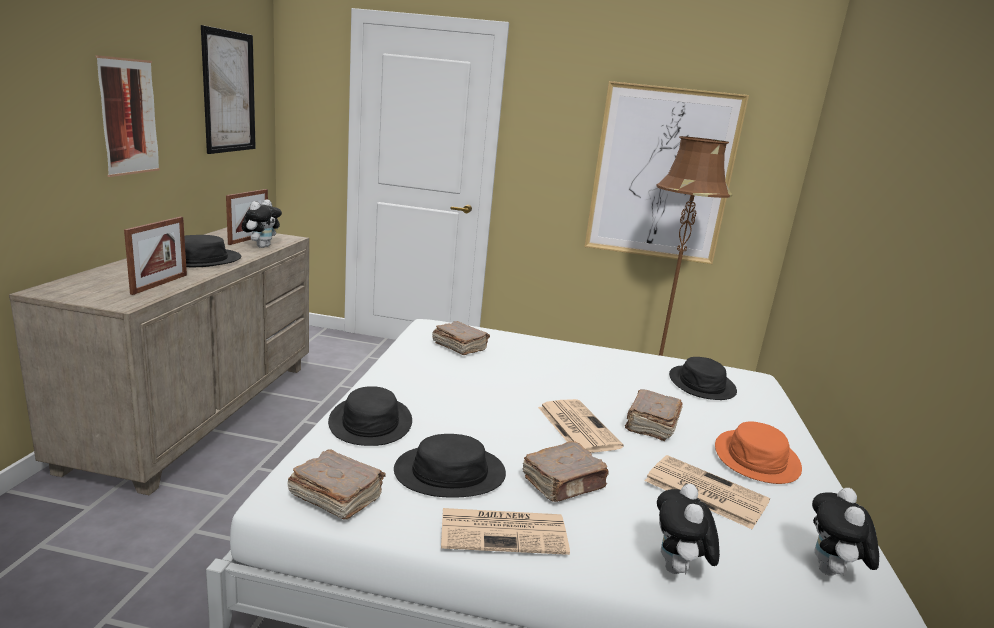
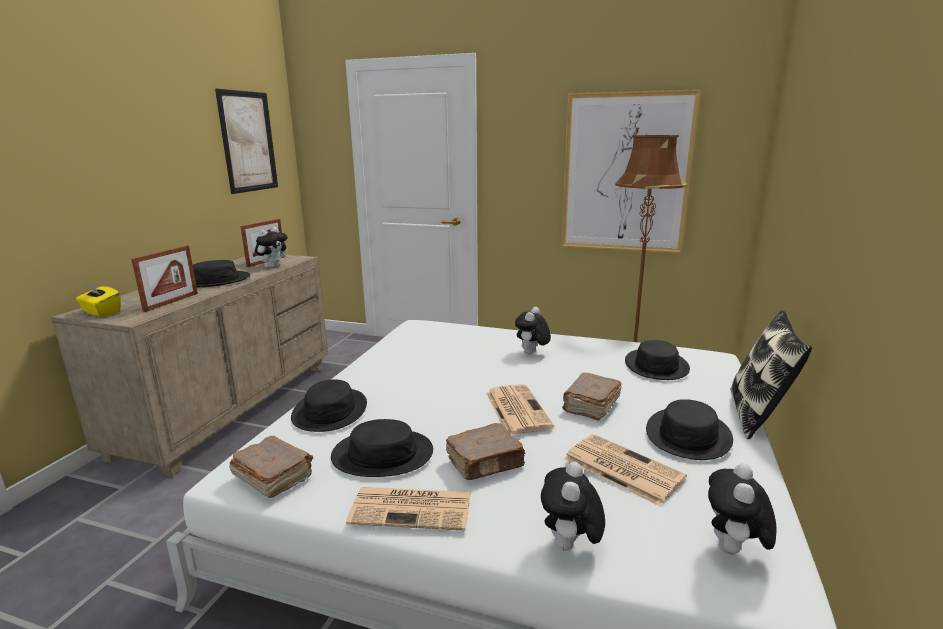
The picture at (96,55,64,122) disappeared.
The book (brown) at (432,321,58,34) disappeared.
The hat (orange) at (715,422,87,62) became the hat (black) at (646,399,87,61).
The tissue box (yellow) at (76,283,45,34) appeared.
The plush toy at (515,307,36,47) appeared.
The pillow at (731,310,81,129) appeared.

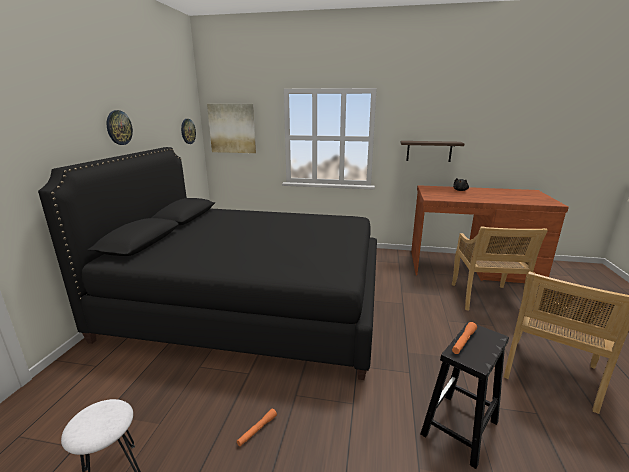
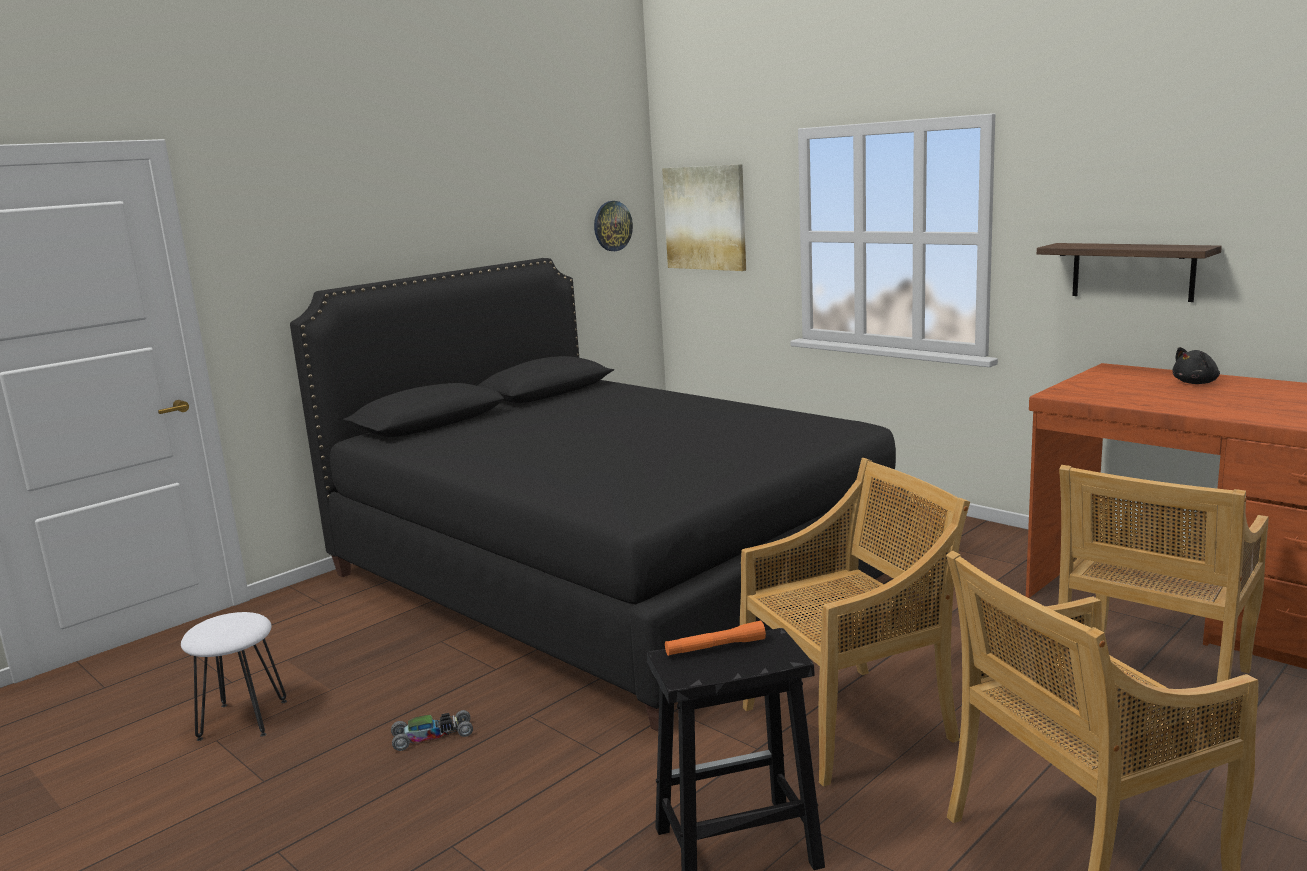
The wall clock at (107,110,26,35) disappeared.
The flashlight (orange) at (237,408,40,39) was replaced by the toy car at (391,710,82,41).
The chair (beige) at (740,458,230,329) appeared.

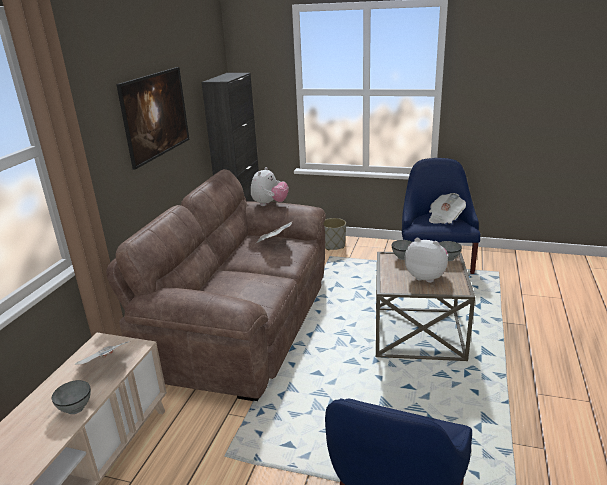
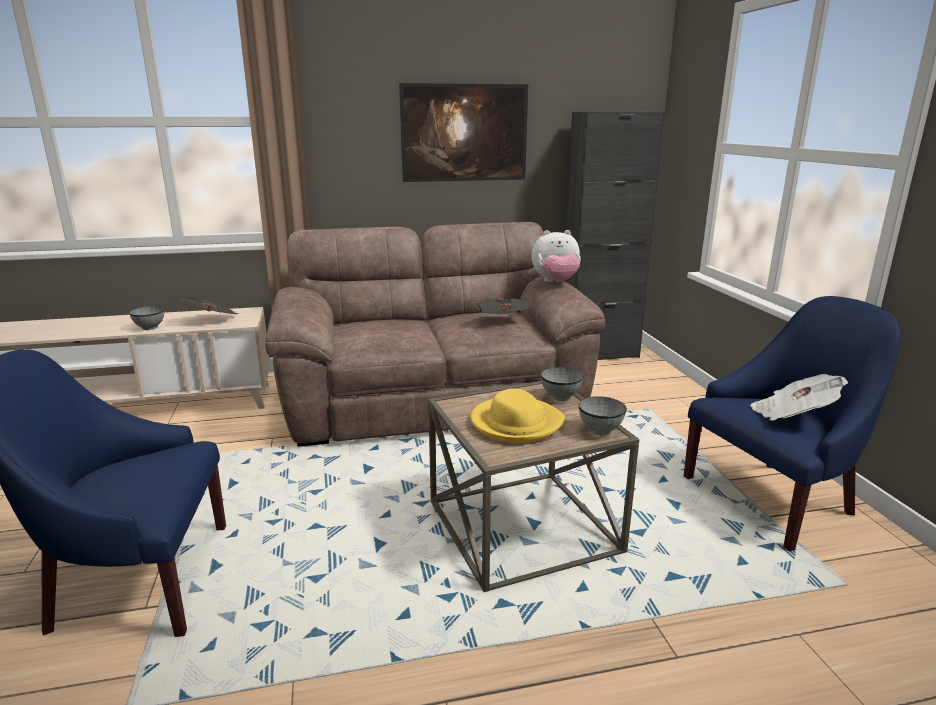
The planter (grey) at (323,218,23,32) disappeared.
The plush toy at (405,238,44,45) was replaced by the hat (yellow) at (470,389,96,54).

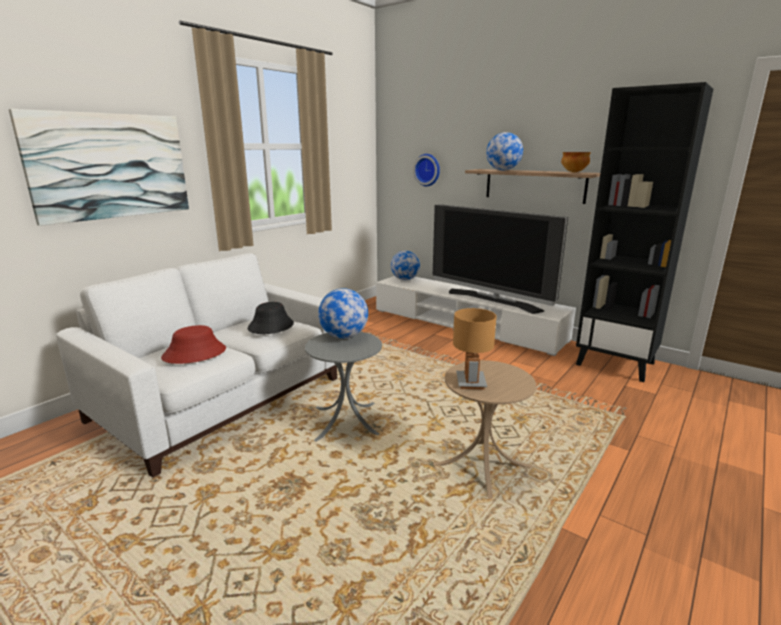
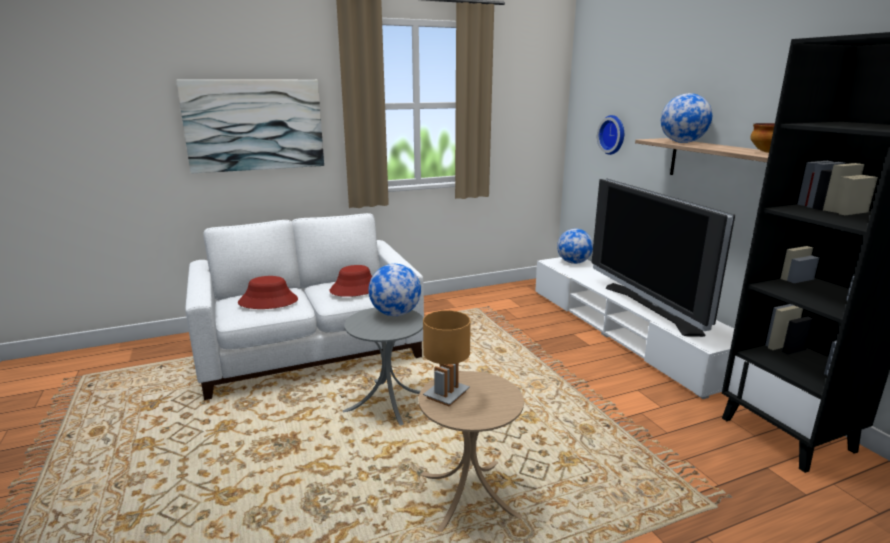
The hat (black) at (248,302,46,32) became the hat (red) at (329,265,43,32).

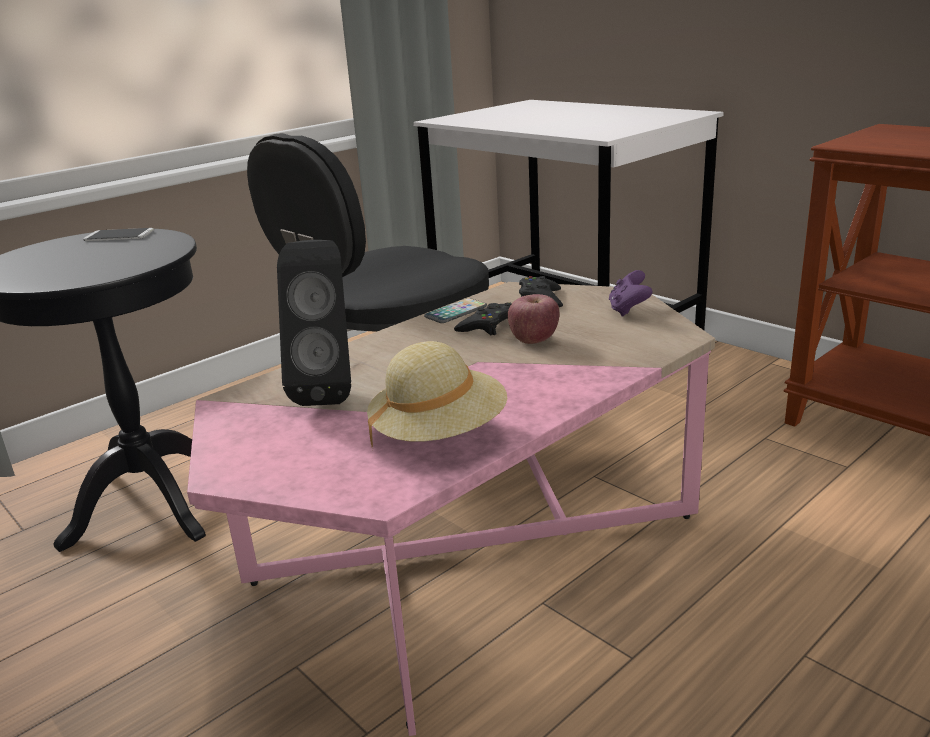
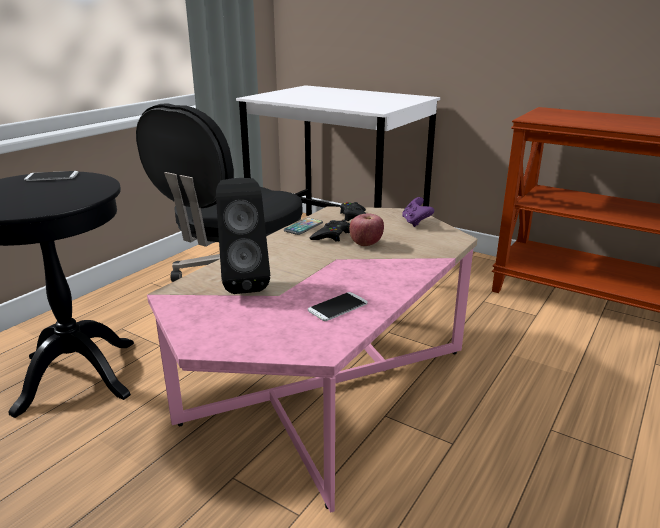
The hat (beige) at (367,341,140,106) was replaced by the phone at (308,292,60,29).

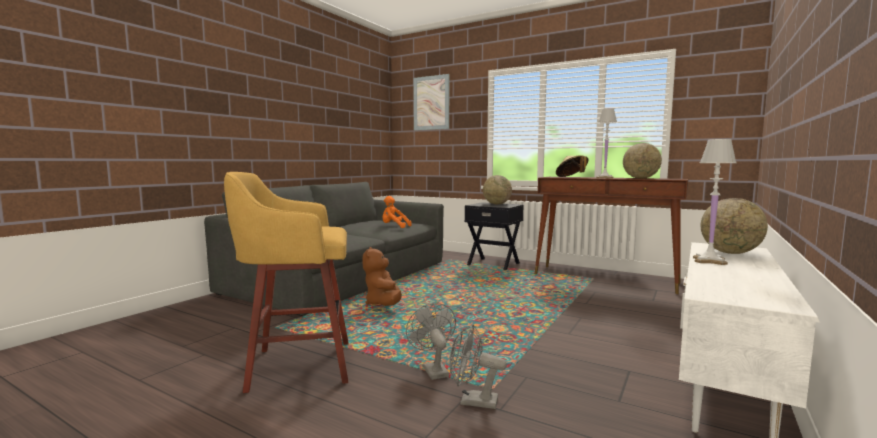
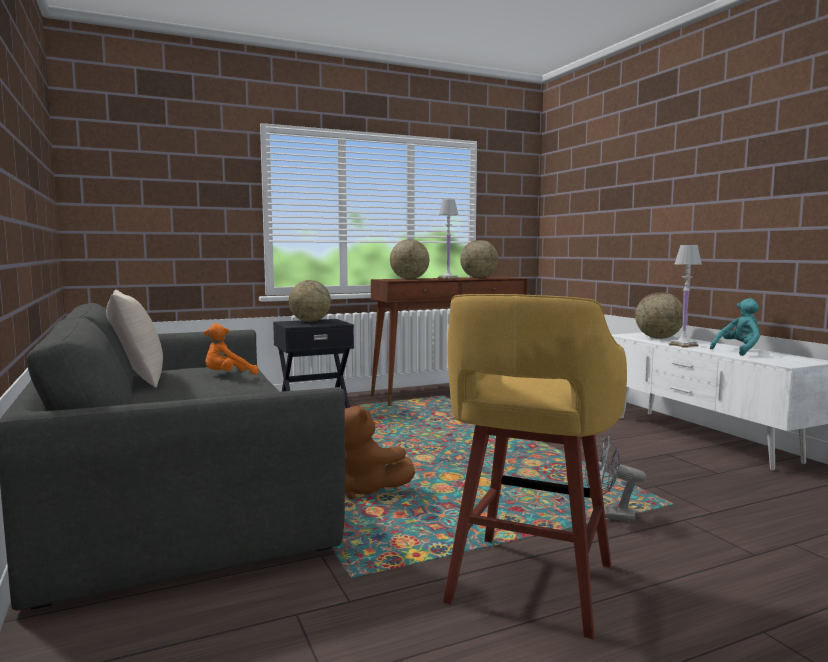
The picture at (413,74,36,56) disappeared.
The hat (beige) at (556,155,33,22) was replaced by the globe at (390,239,40,40).
The fan (grey) at (449,324,58,85) disappeared.
The pillow (beige) at (106,290,57,98) appeared.
The plush toy (turquoise) at (710,298,50,58) appeared.

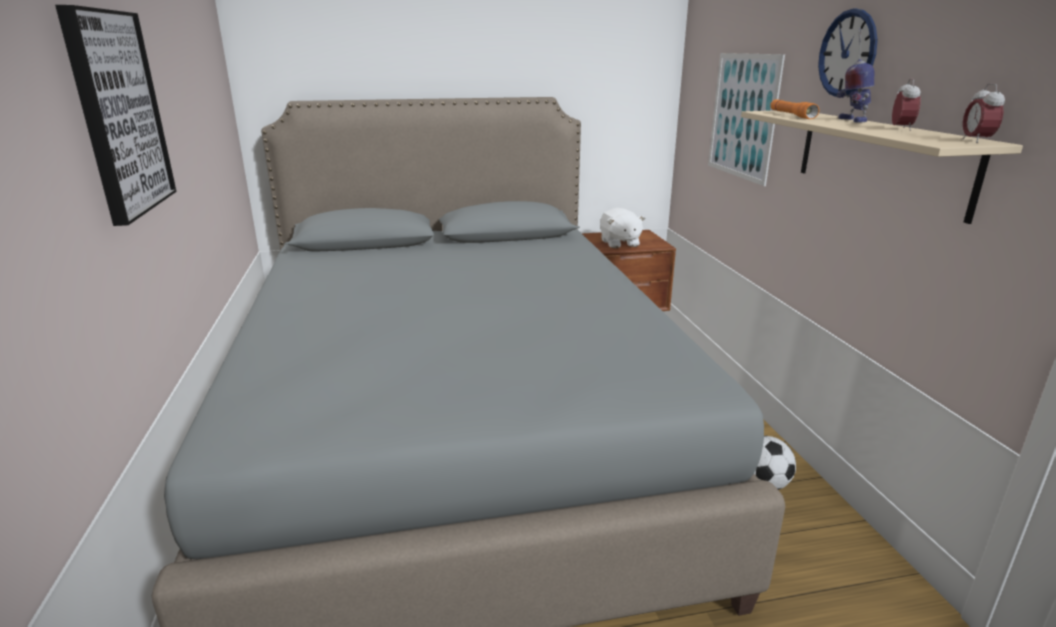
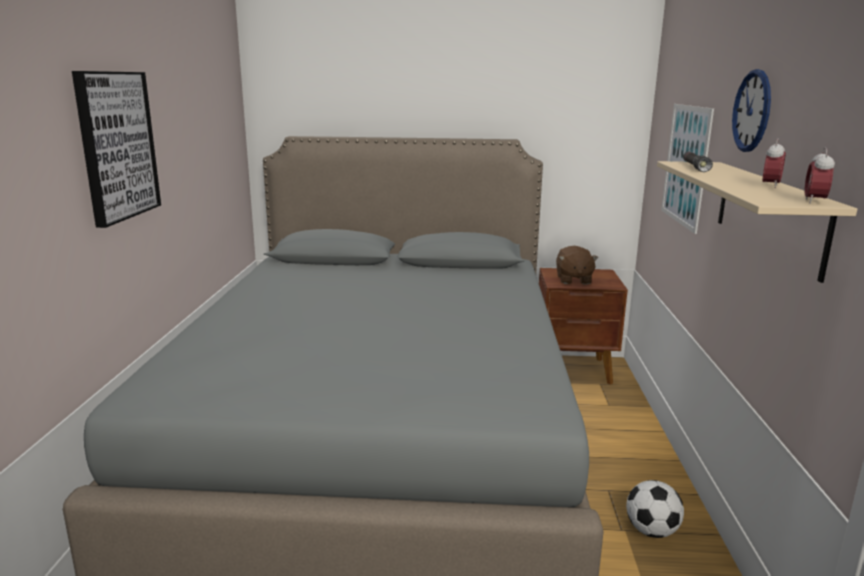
The toy robot at (837,28,37,95) disappeared.
The flashlight (orange) at (770,99,49,20) became the flashlight (black) at (683,152,30,20).
The plush toy (white) at (600,208,46,40) became the plush toy (brown) at (556,246,42,39).

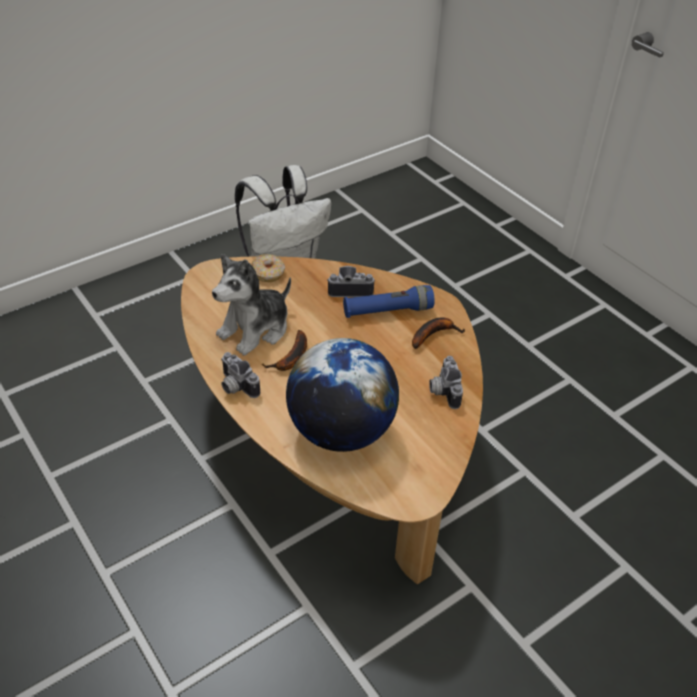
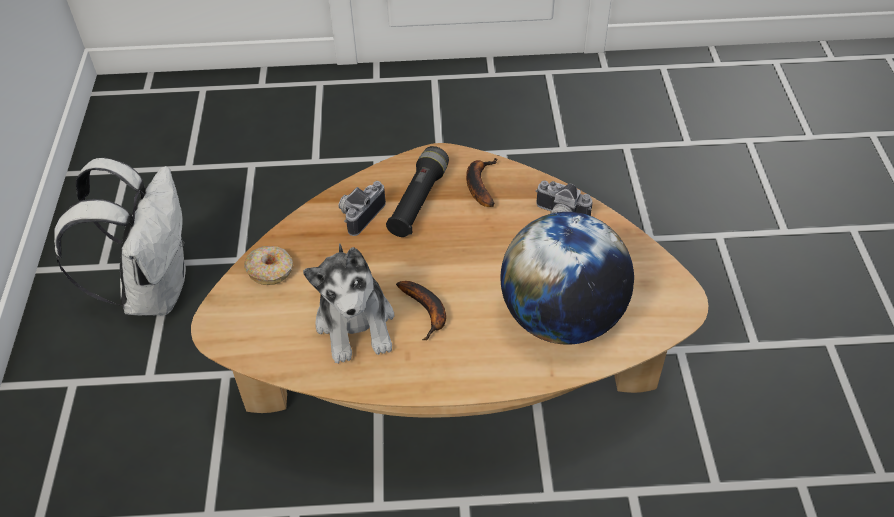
The flashlight (blue) at (343,285,91,33) became the flashlight (black) at (386,146,63,91).
The photo camera at (221,352,39,46) disappeared.

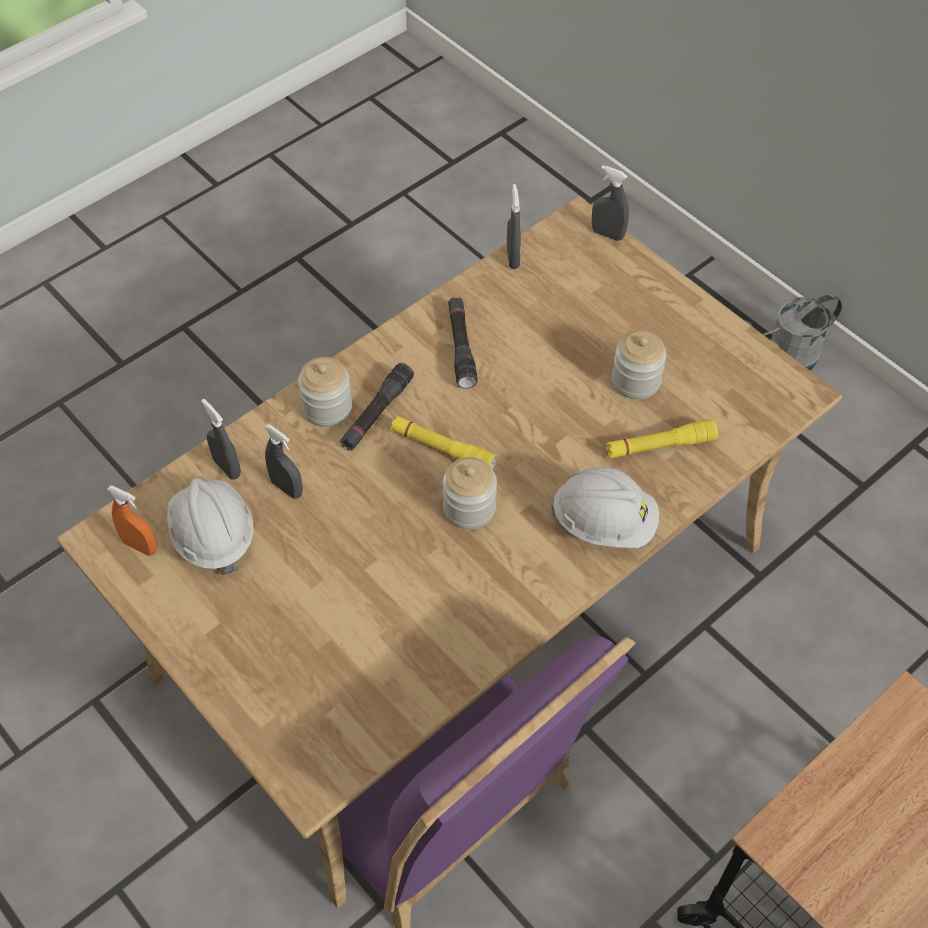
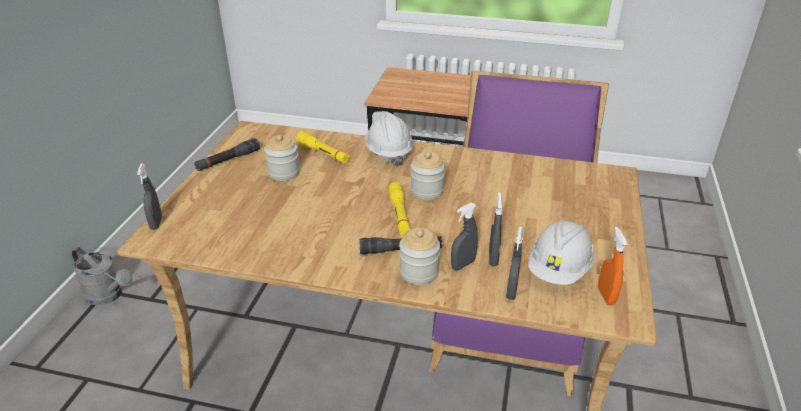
The spray bottle (grey) moved from (507,184,14,85) to (451,203,27,67).
The flashlight (black) moved from (448,297,30,92) to (194,138,66,33).

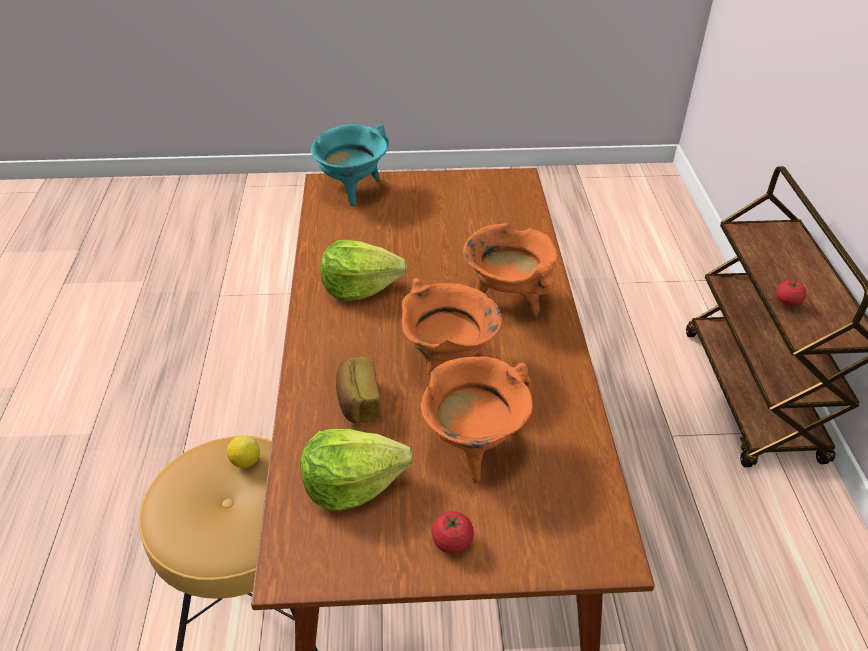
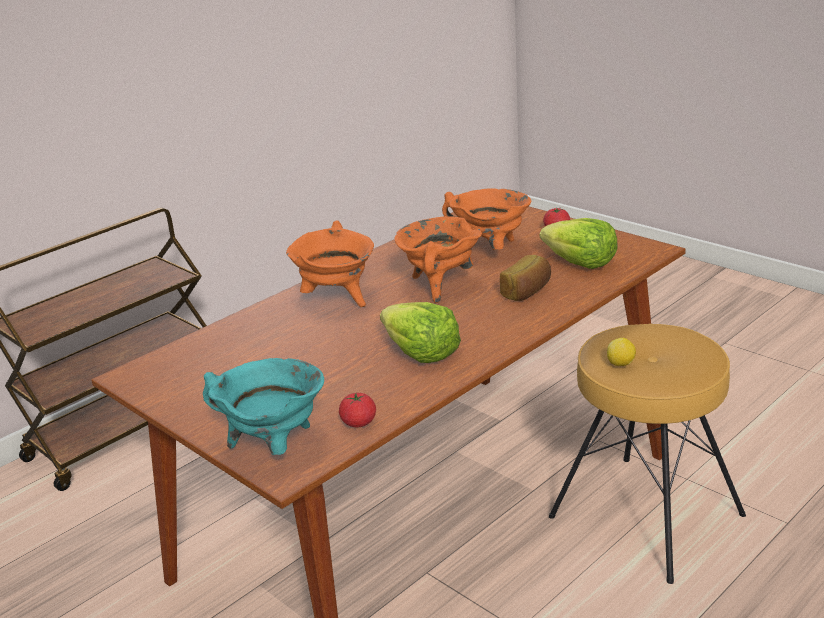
The tomato moved from (776,279,30,27) to (339,393,37,35).

